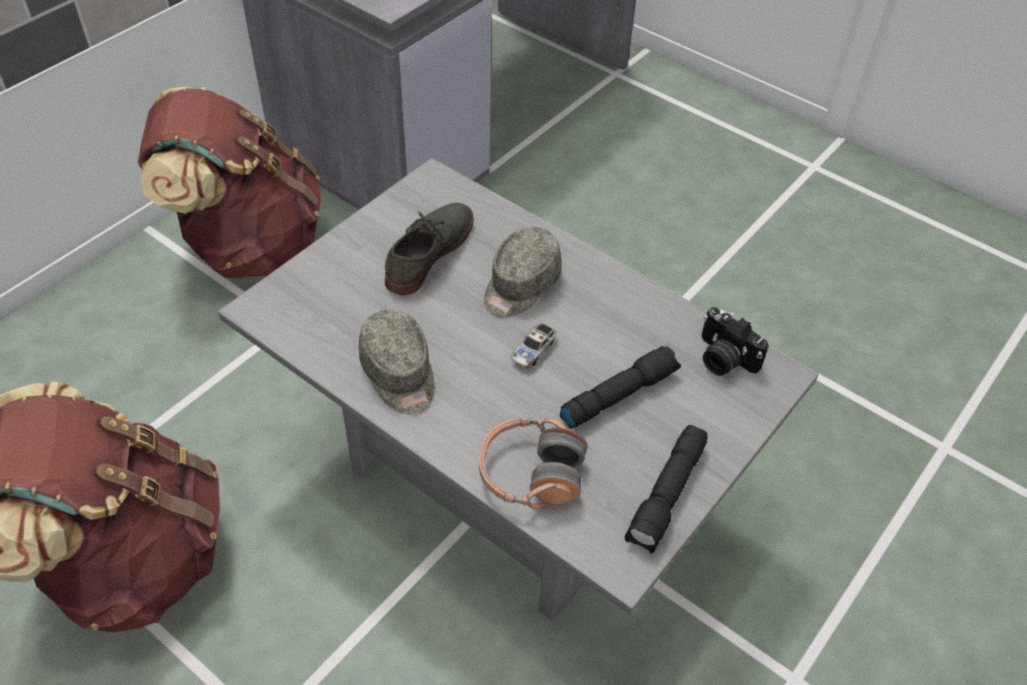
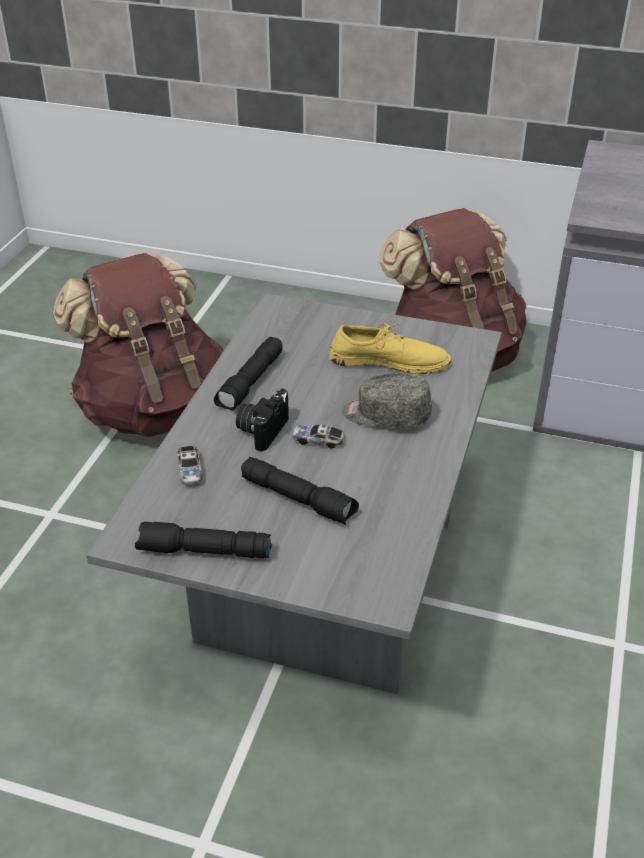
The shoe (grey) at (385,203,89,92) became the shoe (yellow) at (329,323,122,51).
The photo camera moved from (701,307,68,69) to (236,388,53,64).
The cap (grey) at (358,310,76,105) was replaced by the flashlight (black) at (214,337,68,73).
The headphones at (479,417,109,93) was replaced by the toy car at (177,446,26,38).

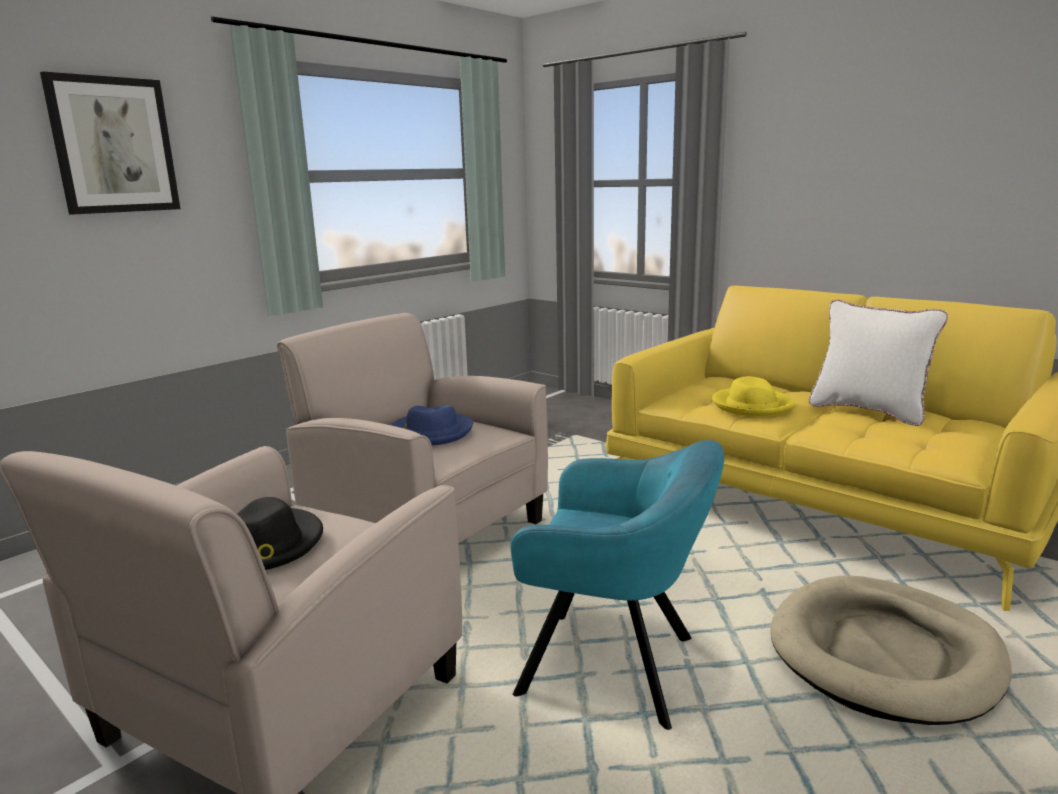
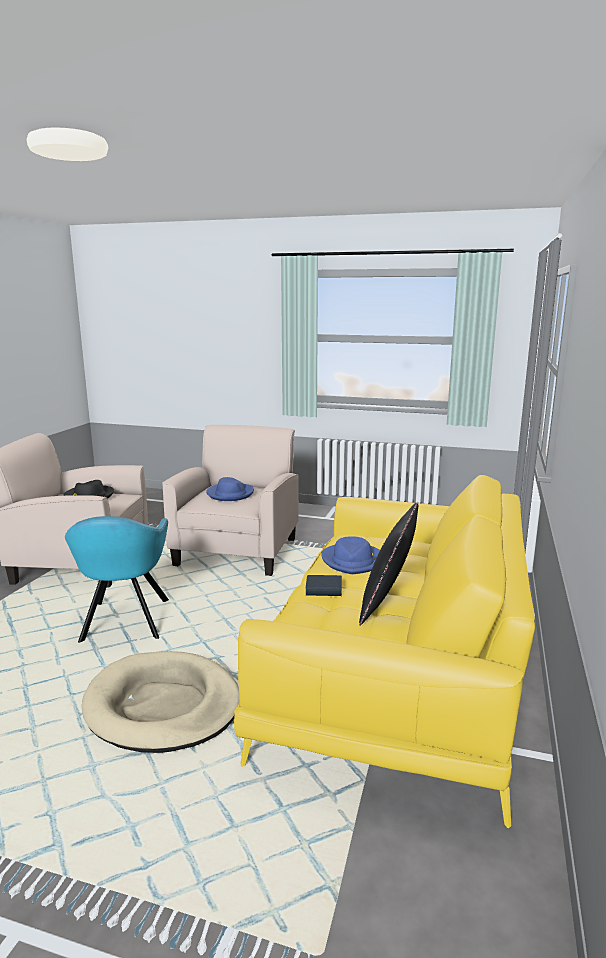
The picture at (40,72,140,143) disappeared.
The pillow (white) at (809,299,139,127) became the pillow (black) at (359,502,59,124).
The hat (yellow) at (712,376,84,40) became the hat (blue) at (321,536,59,38).
The book at (306,575,36,21) appeared.

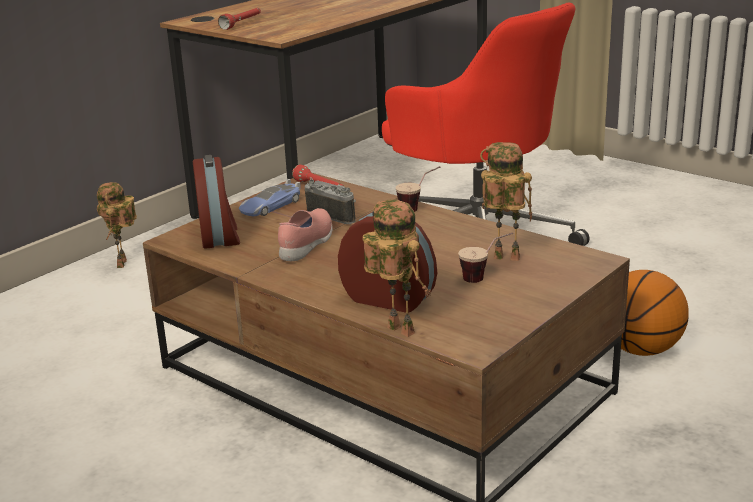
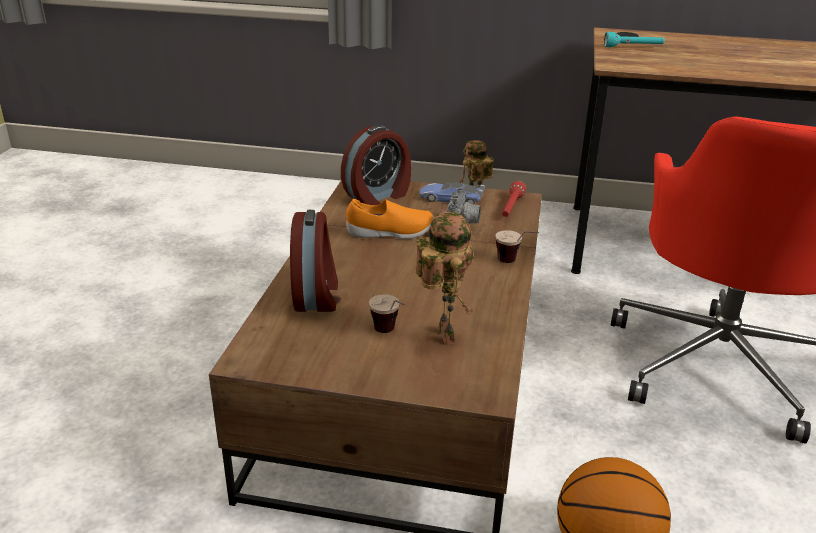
The flashlight (red) at (218,8,43,22) became the flashlight (turquoise) at (604,32,60,15).
The toy robot at (363,199,68,138) disappeared.
The shoe (pink) at (278,208,55,53) became the shoe (orange) at (346,199,88,40).

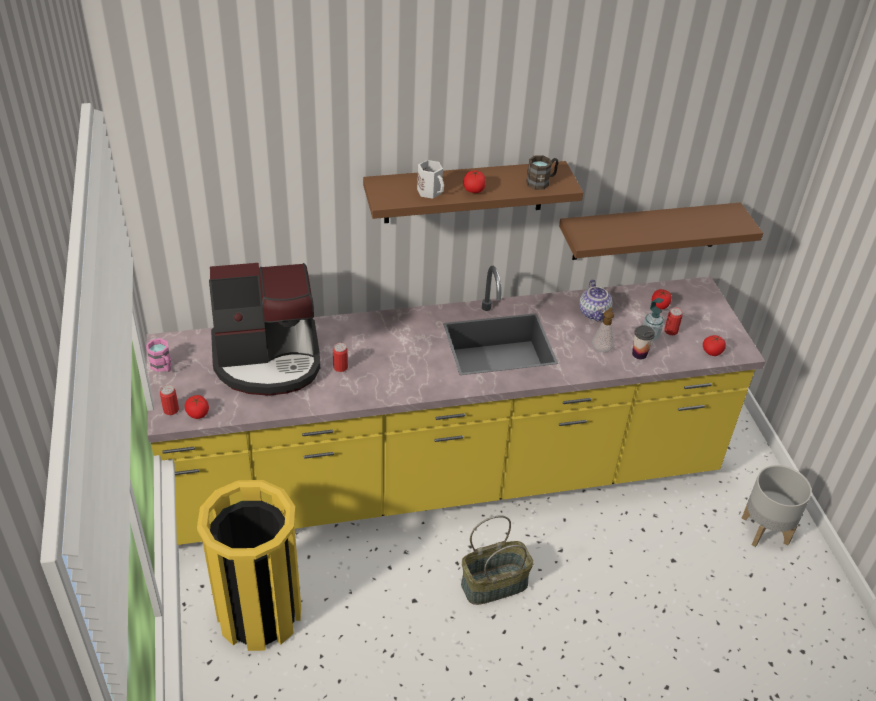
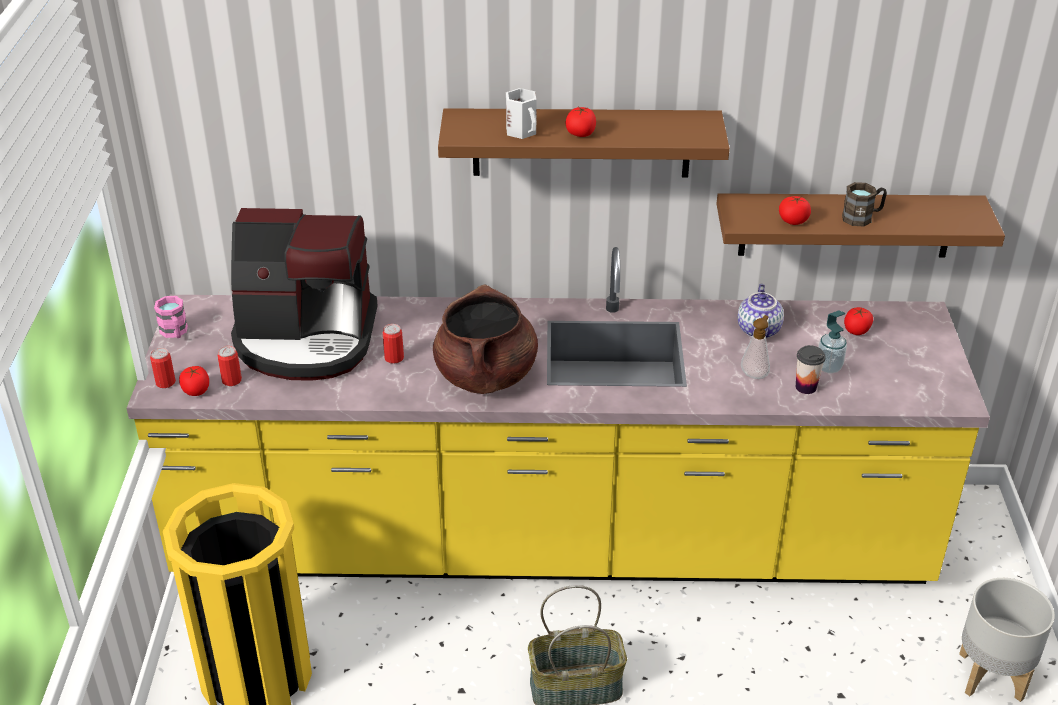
The mug (brown) moved from (526,155,33,35) to (842,182,45,44).
The can moved from (664,308,19,27) to (217,346,25,40).
The tomato moved from (703,335,23,21) to (779,196,32,29).
The cooking pot (brown) at (433,284,105,110) appeared.

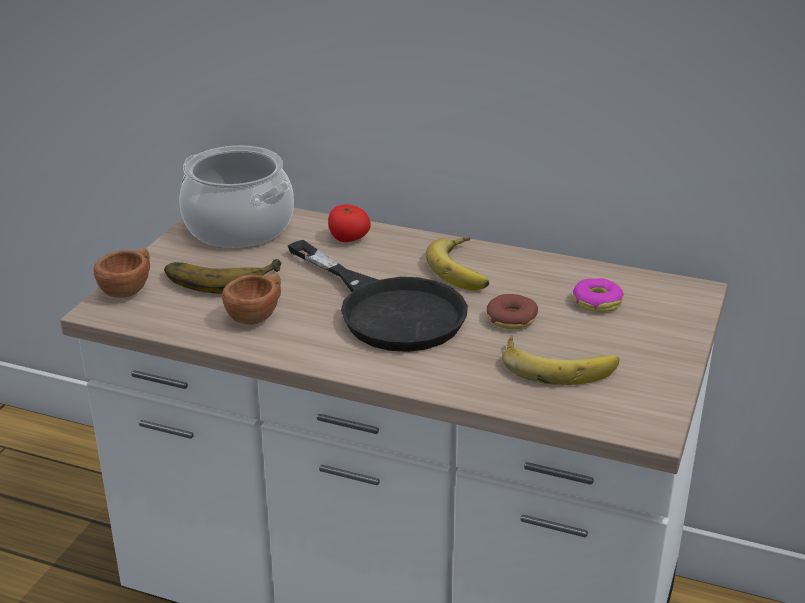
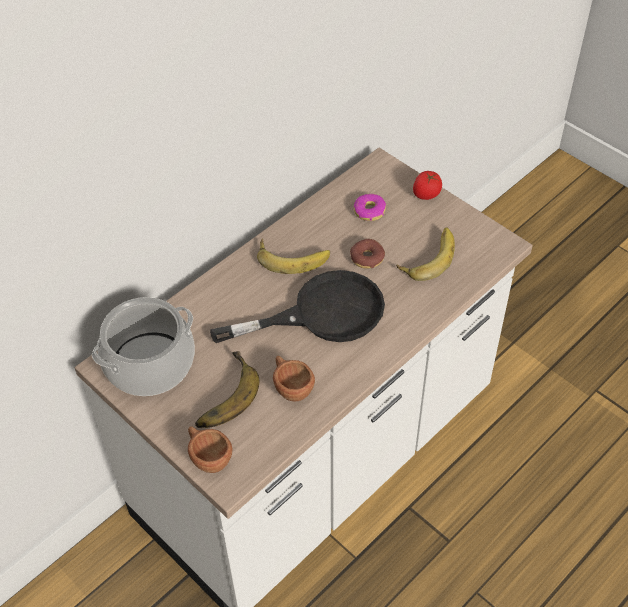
The tomato moved from (328,205,43,37) to (413,171,29,29).

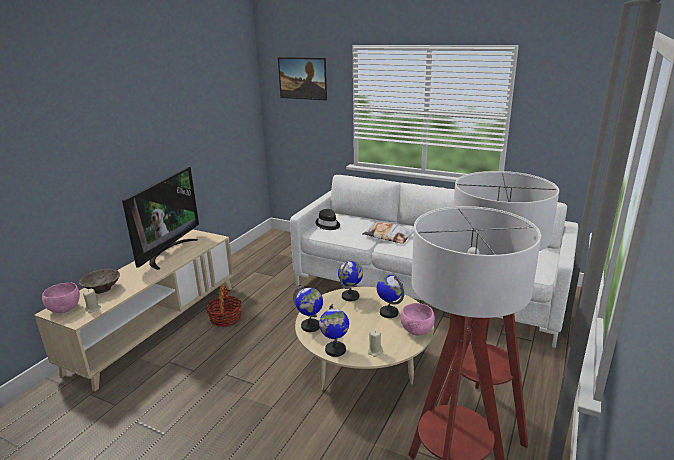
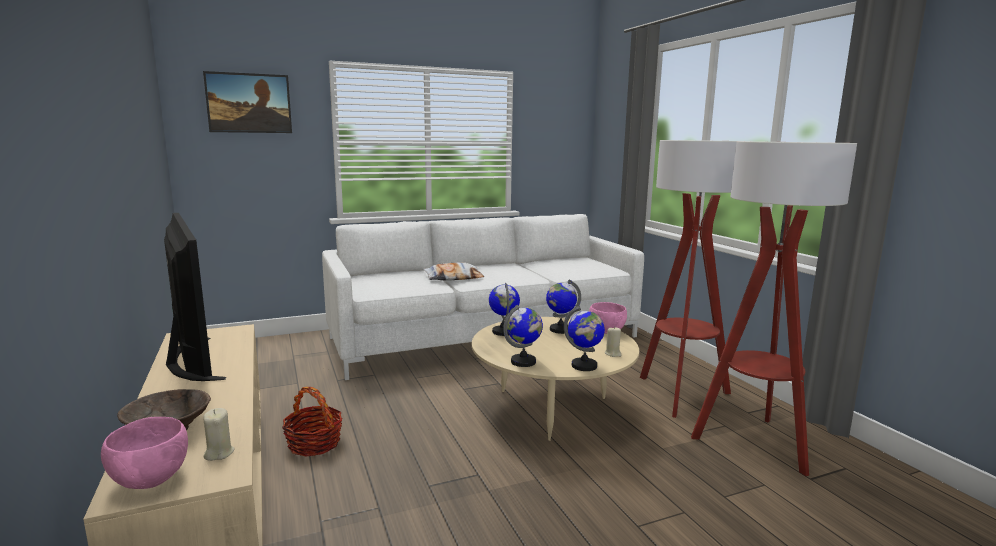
The hat (black) at (316,209,24,21) disappeared.

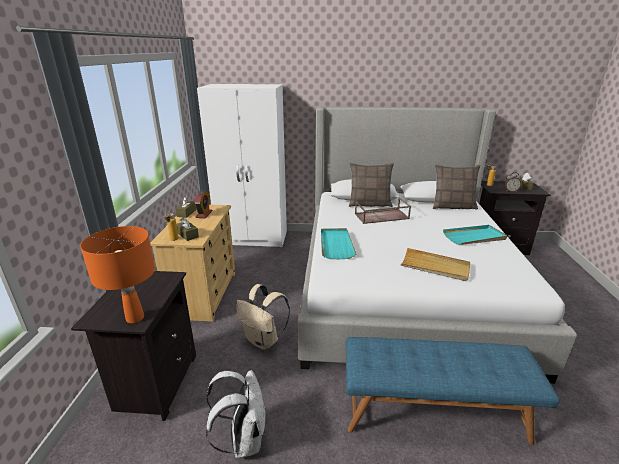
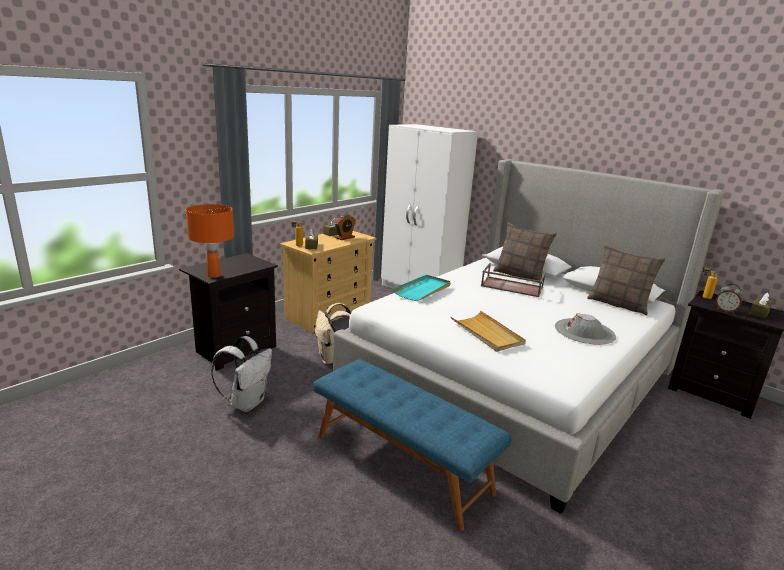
The tray (turquoise) at (443,225,65,20) was replaced by the hat (grey) at (555,313,61,32).

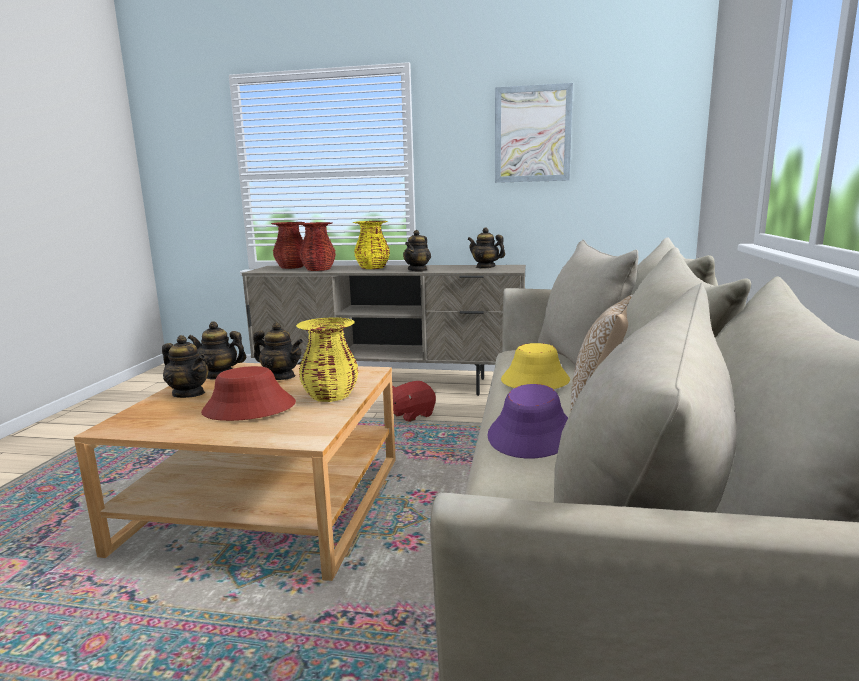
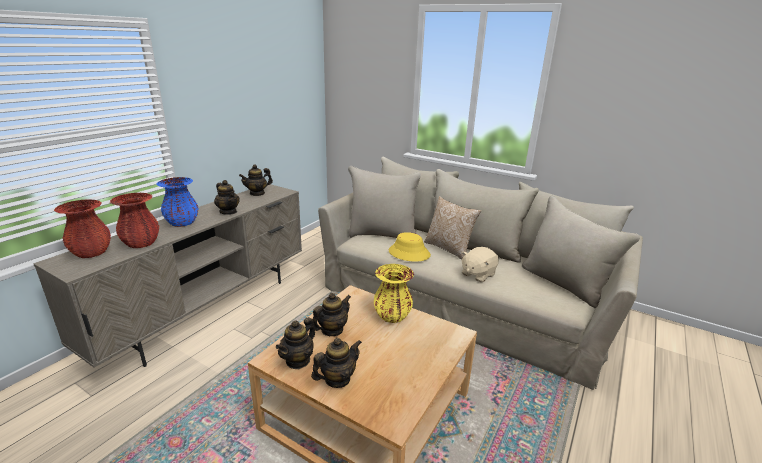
The picture at (495,83,78,100) disappeared.
The vase (yellow) at (353,221,37,48) became the vase (blue) at (157,177,42,50).
The hat (red) at (201,366,95,55) disappeared.
The plush toy (red) at (392,381,44,41) disappeared.
The hat (purple) at (487,384,81,74) was replaced by the plush toy (beige) at (462,247,37,35).

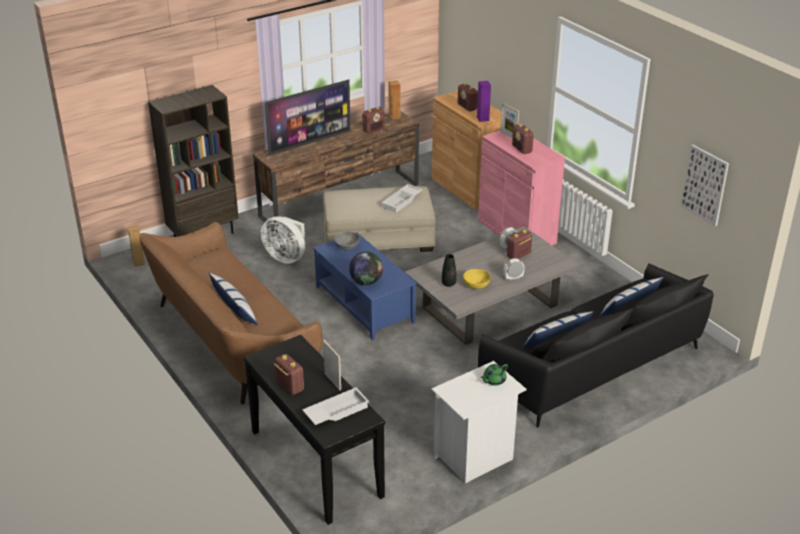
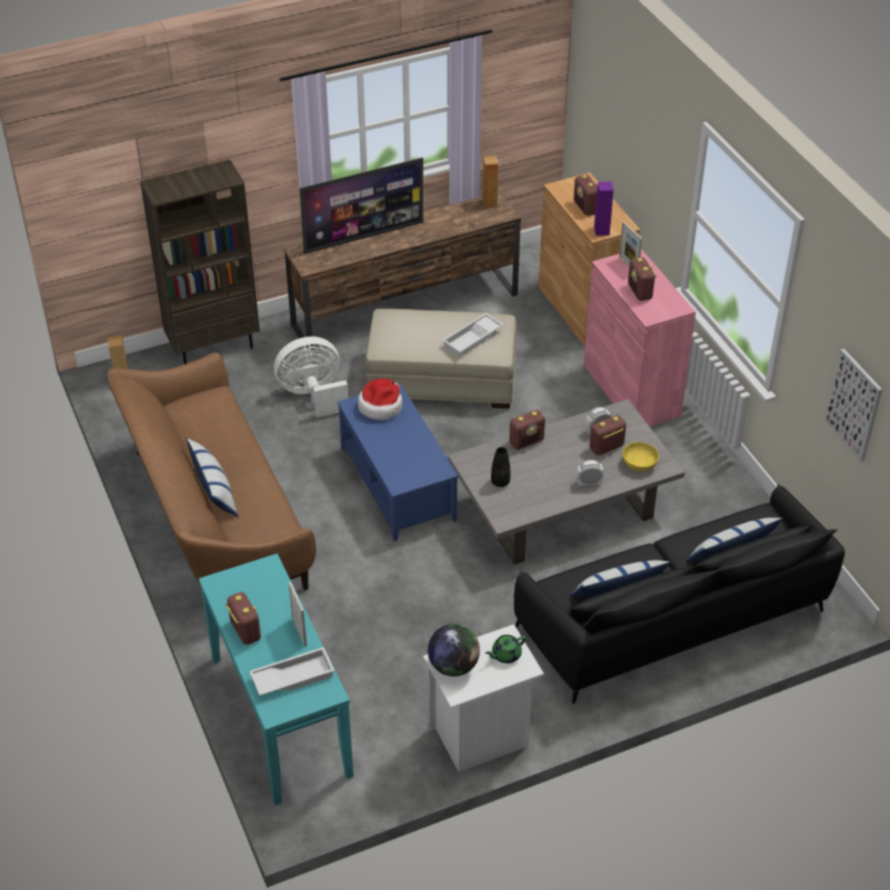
The radio moved from (362,106,23,27) to (509,410,36,40).
The fan (white) at (261,216,44,48) turned 120 degrees clockwise.
The bowl (grey) at (334,232,26,18) was replaced by the hat at (358,378,44,42).
The globe moved from (349,251,34,34) to (428,624,52,52).
The bowl (yellow) moved from (463,269,28,20) to (623,442,36,29).
The console table (black) at (244,335,141,190) became the console table (turquoise) at (199,554,155,252).

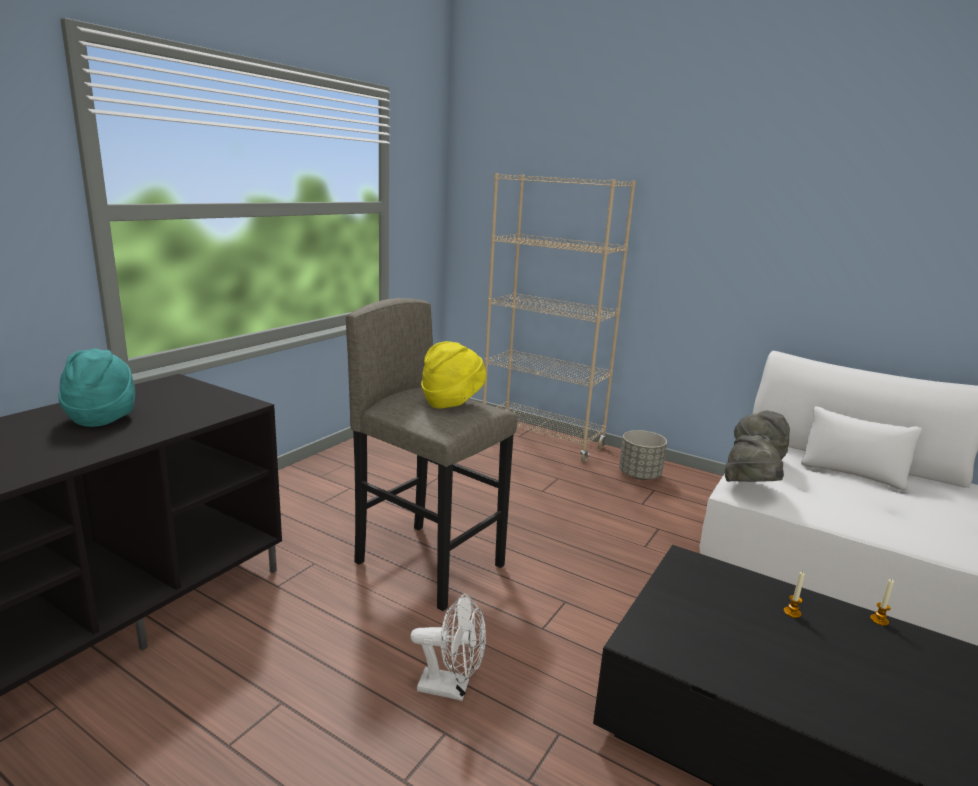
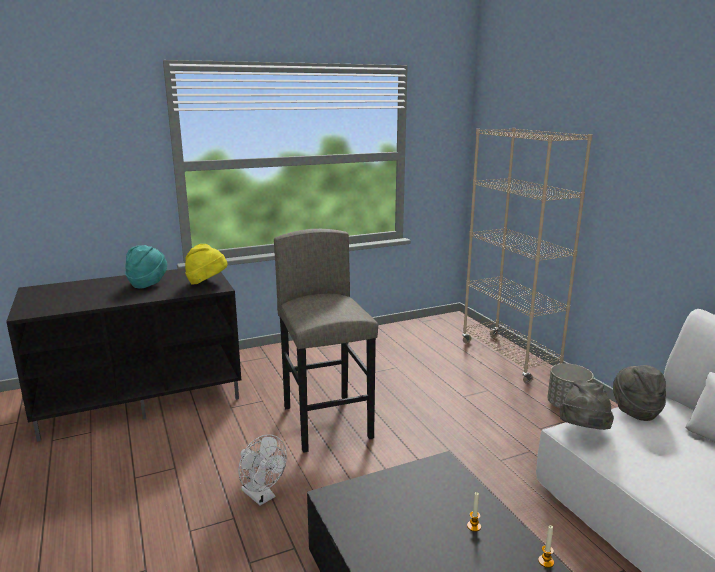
The hat (yellow) moved from (421,341,65,68) to (185,244,42,41).

